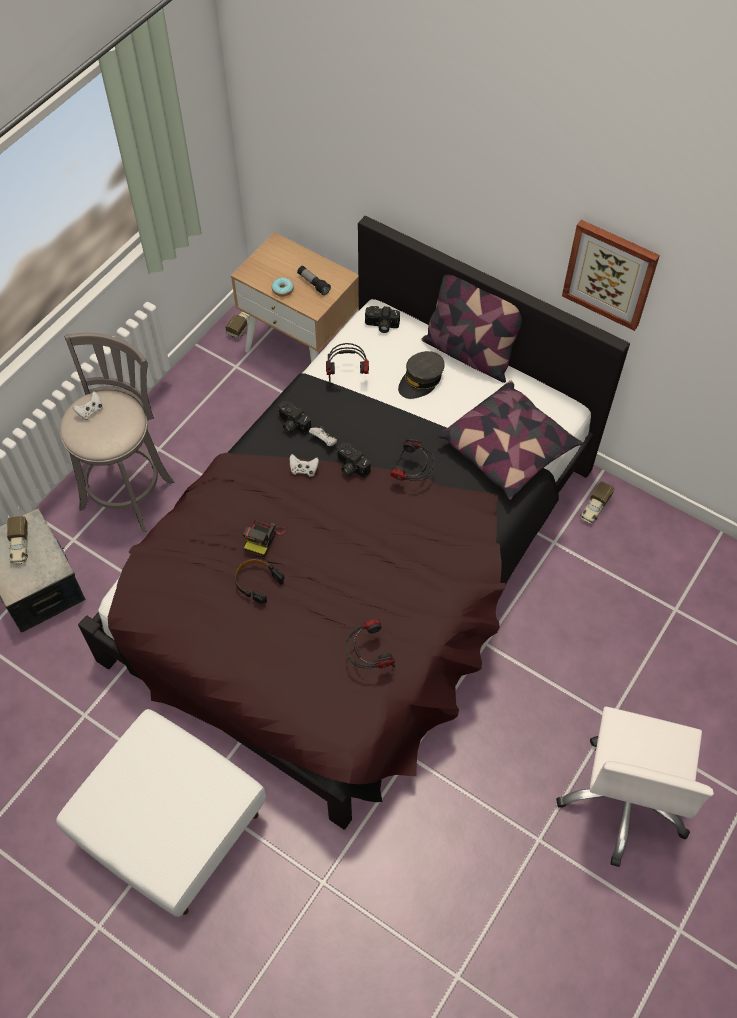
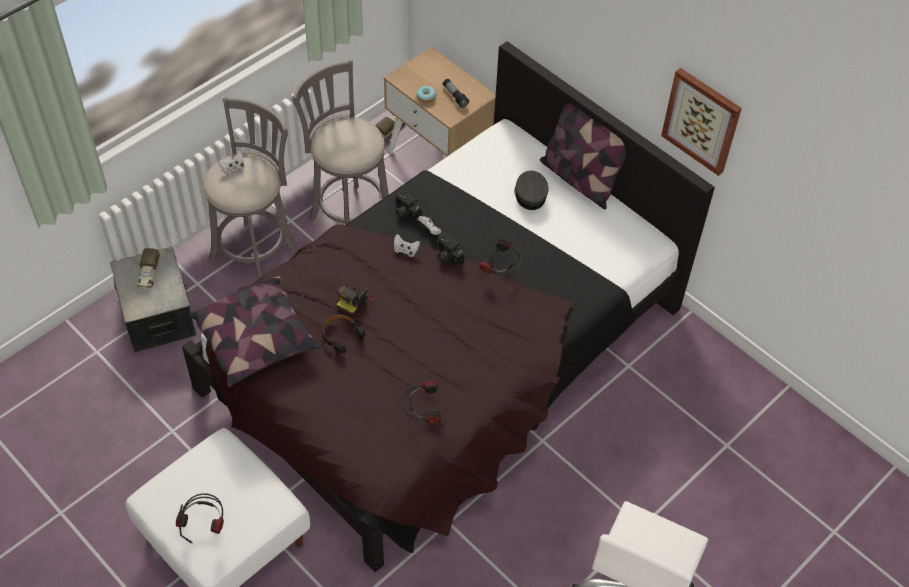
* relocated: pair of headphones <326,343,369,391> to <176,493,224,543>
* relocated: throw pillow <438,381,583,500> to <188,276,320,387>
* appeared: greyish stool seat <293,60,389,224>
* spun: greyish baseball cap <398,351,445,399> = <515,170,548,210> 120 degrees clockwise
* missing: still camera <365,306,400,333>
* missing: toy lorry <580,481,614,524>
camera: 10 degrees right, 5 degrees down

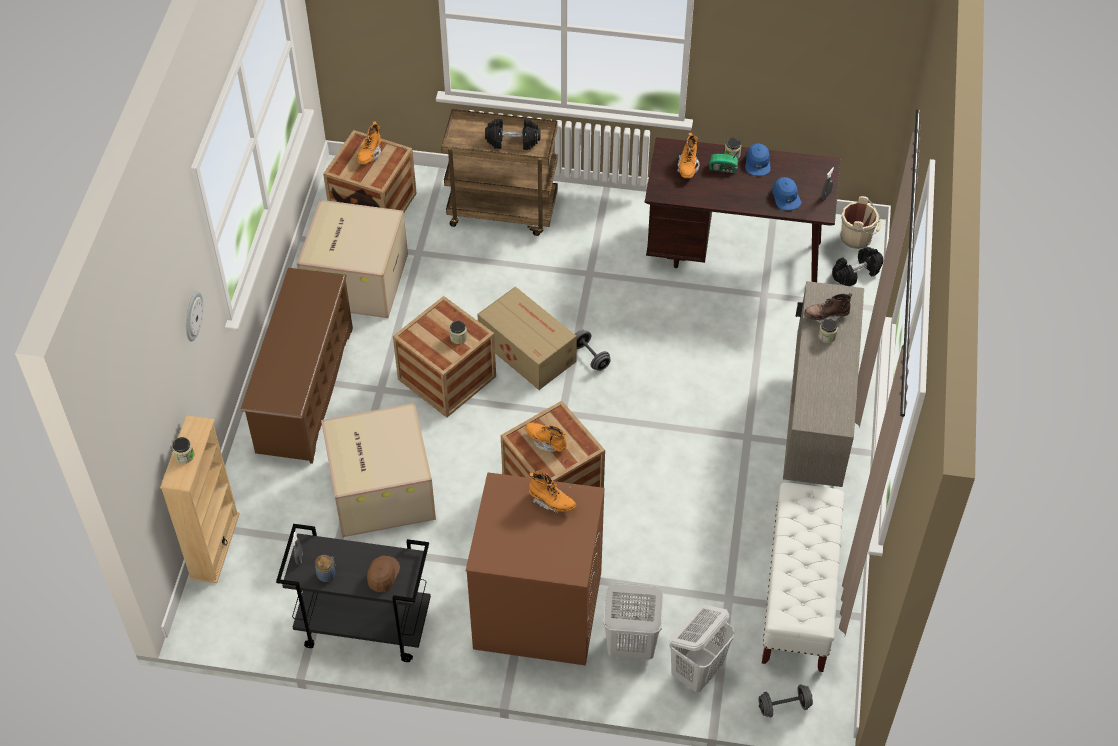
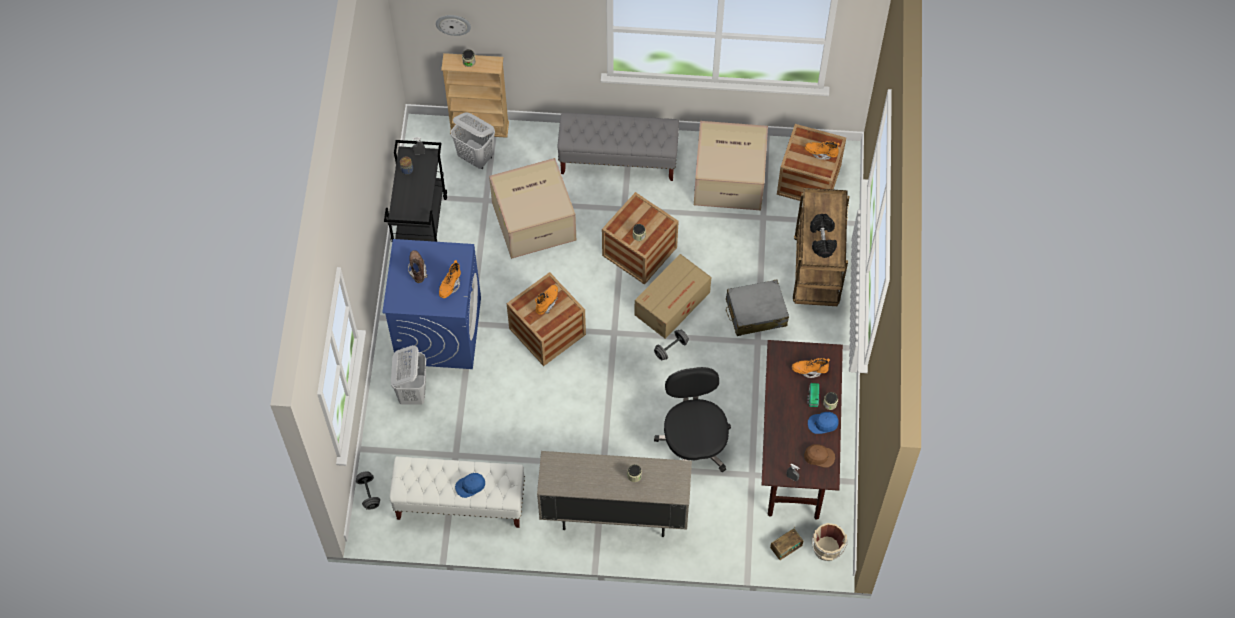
* colour: brown washing machine <466,472,604,666> to blue-coloured washing machine <382,239,481,369>
* relocated: brown tall boot <804,293,853,323> to <408,250,427,283>
* relocated: hanging clock <186,291,203,342> to <436,15,471,36>
* relocated: whitish washing basket <669,605,735,692> to <451,112,495,169>
* relocated: blue-coloured baseball cap <772,177,802,211> to <455,473,485,498>
* exchanged: brown shoe stand <240,268,353,464> to greyish bench <558,112,679,181>
* appeared: black desk chair <654,367,731,472>
* appeared: greyish piece of luggage <726,279,789,336>
* exchanged: black dumbbell <832,247,883,286> to radio <770,526,803,560>
* relocated: brown baseball cap <367,556,400,592> to <804,444,835,468>
camera: 85 degrees right, 10 degrees up

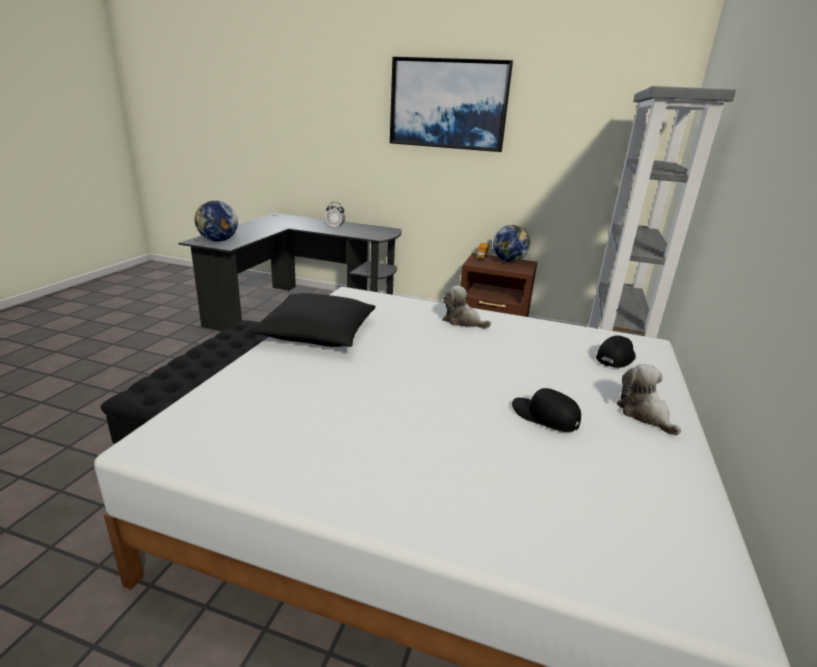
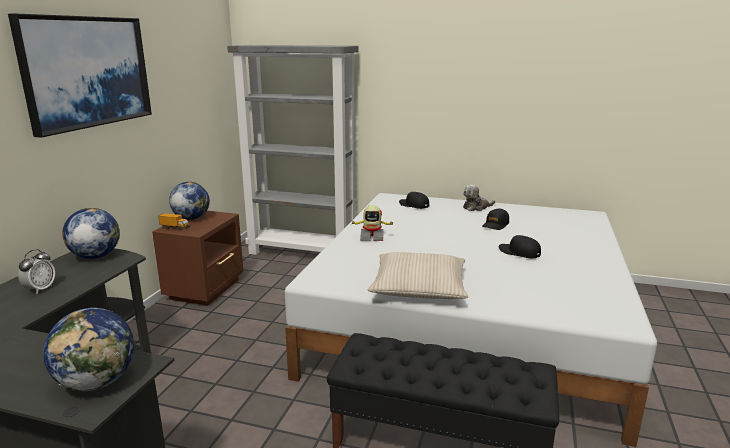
* appeared: desk globe <62,208,120,259>
* exchanged: plush toy <442,285,491,328> to robot figure <351,205,395,241>
* colour: black throw pillow <249,293,376,347> to beige-coloured throw pillow <368,252,469,299>
* appeared: black baseball cap <499,235,541,258>
camera: 90 degrees left, 5 degrees down

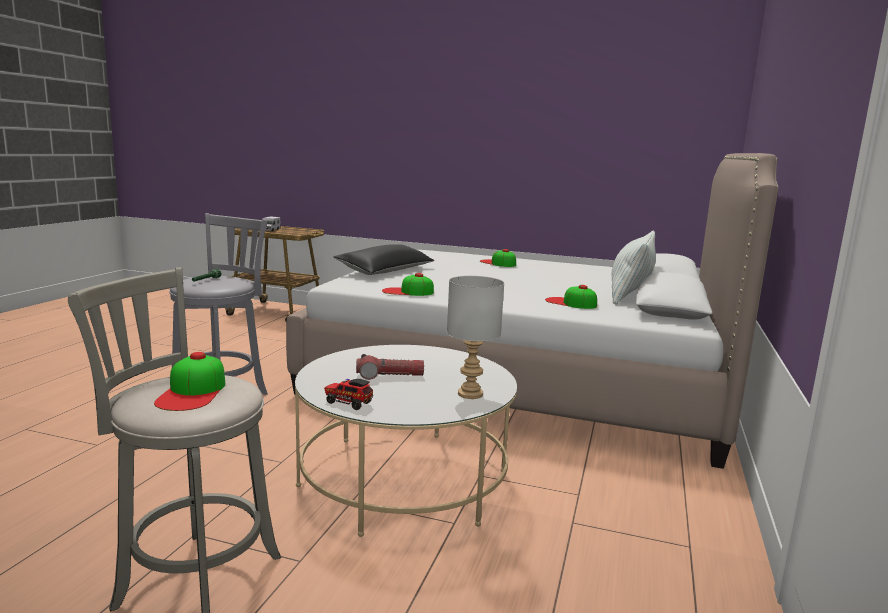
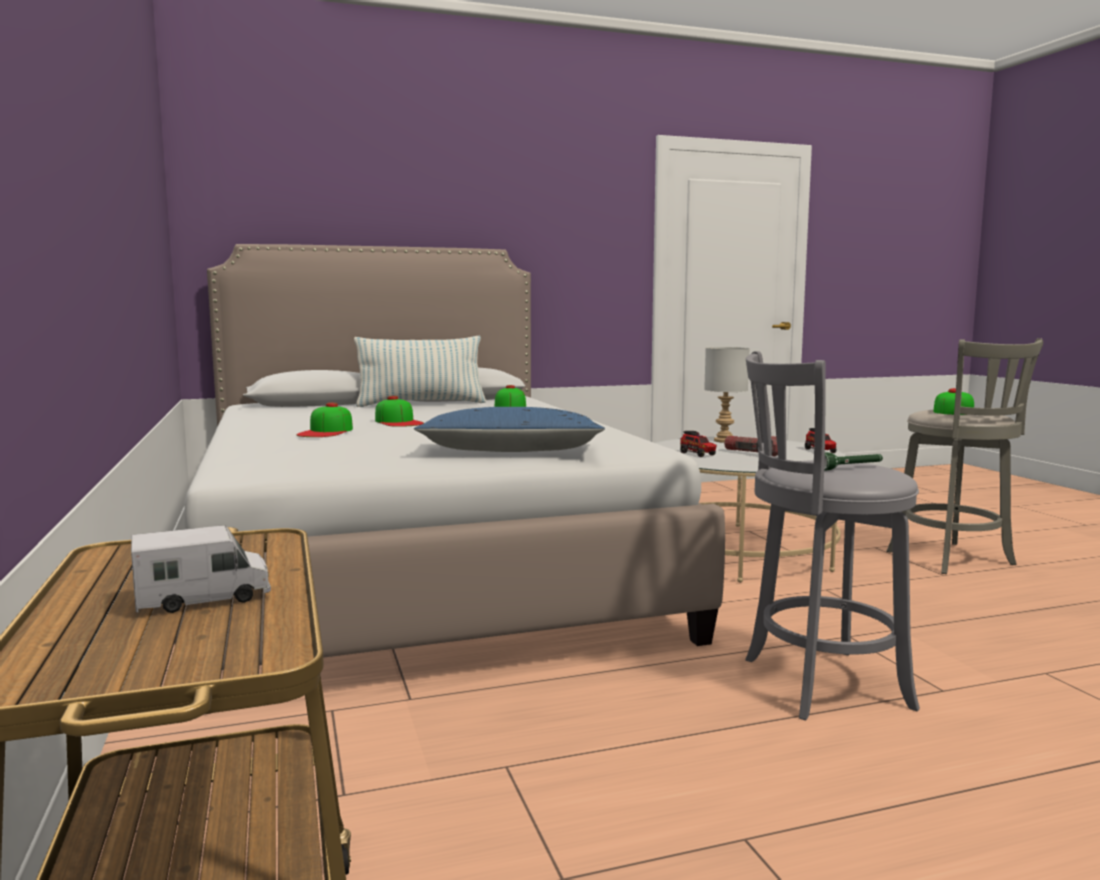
* relocated: baseball cap <382,273,434,296> to <375,396,424,427>
* colour: black throw pillow <333,244,434,275> to blue-coloured throw pillow <414,407,605,452>
* appeared: toy lorry <680,431,717,457>
camera: 125 degrees left, 5 degrees down

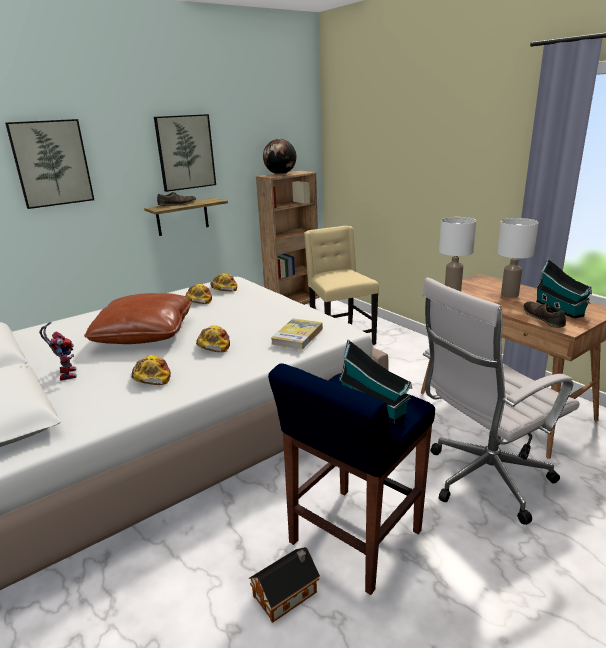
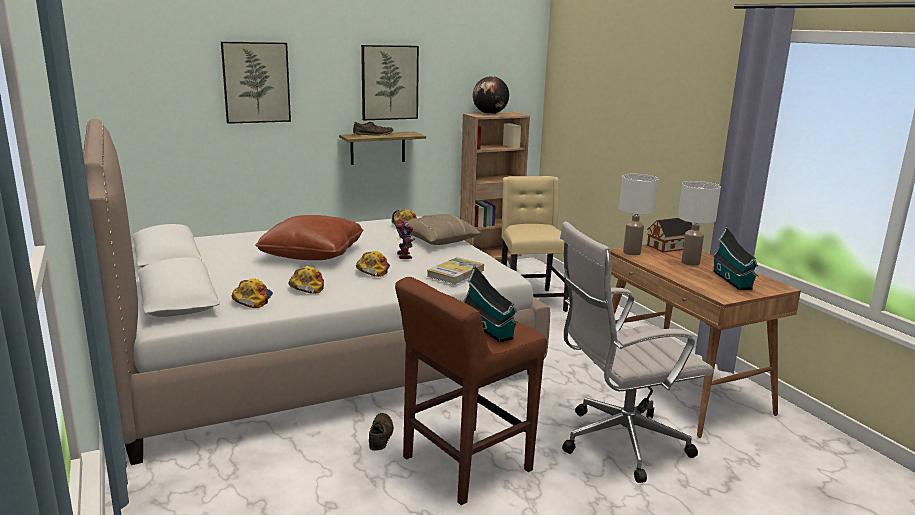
* relocated: baseball cap <185,284,212,304> to <232,278,273,308>
* relocated: brown item of footwear <523,302,566,328> to <369,413,394,451>
* relocated: robot figure <39,322,76,381> to <392,210,415,259>
* colour: blue-coloured stool seat <268,363,435,595> to brown stool seat <395,277,547,505>
* appeared: beige-coloured throw pillow <407,214,481,245>
* relocated: toy house <249,547,320,623> to <647,218,692,253>
camera: 10 degrees right, 5 degrees down

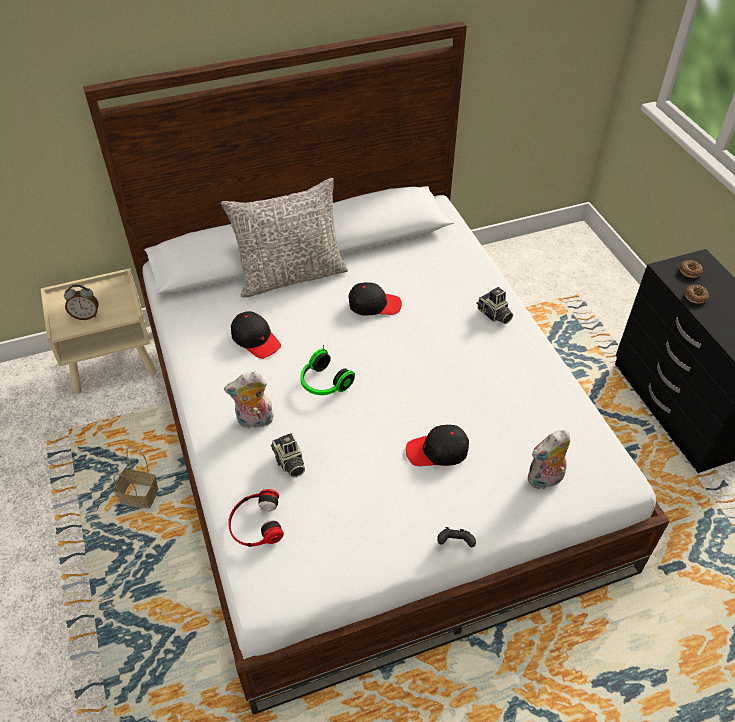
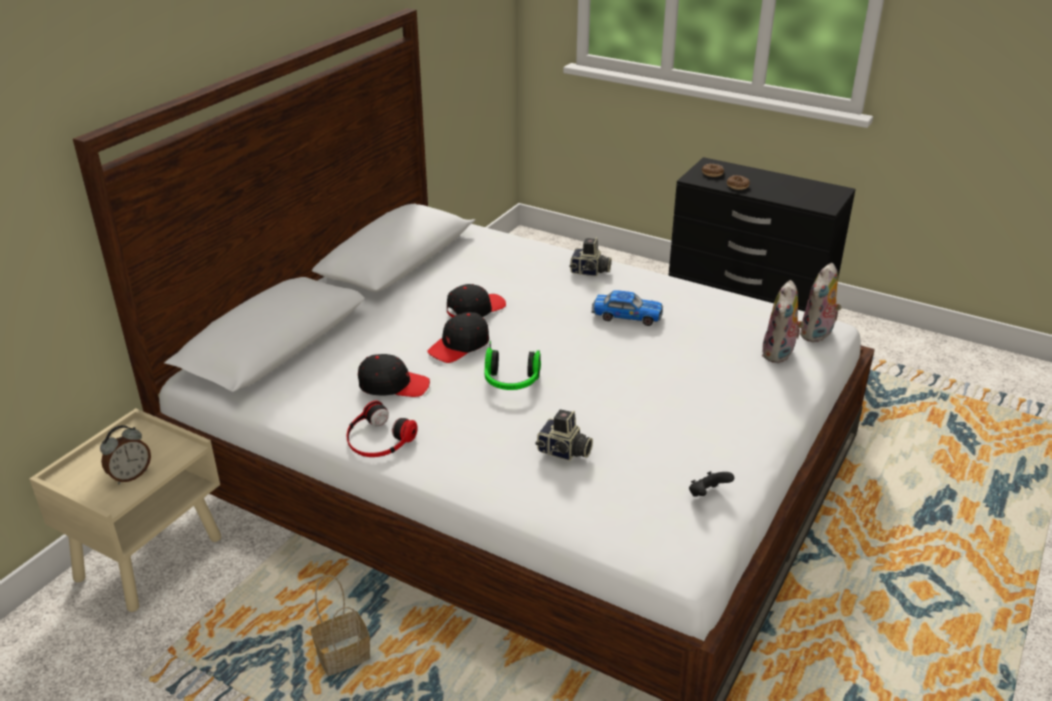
* relocated: pair of headphones <228,489,284,547> to <347,401,418,457>
* relocated: black baseball cap <406,425,469,466> to <427,312,489,363>
* appeared: model car <592,290,663,326>
* relocated: black joypad <437,527,476,547> to <689,471,734,497>
* relocated: plush toy <224,372,274,430> to <799,263,842,343>
* missing: greyish throw pillow <221,178,348,298>
camera: 40 degrees left, 15 degrees down

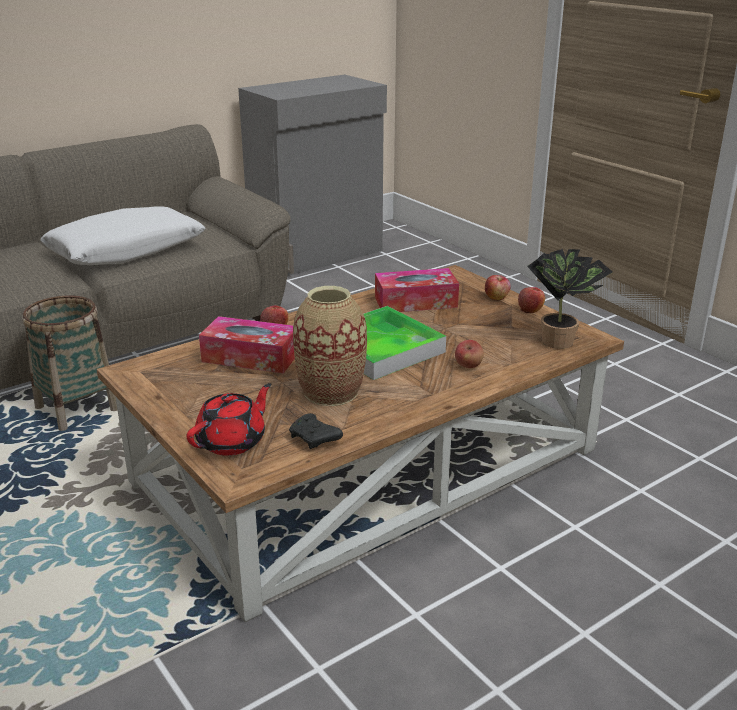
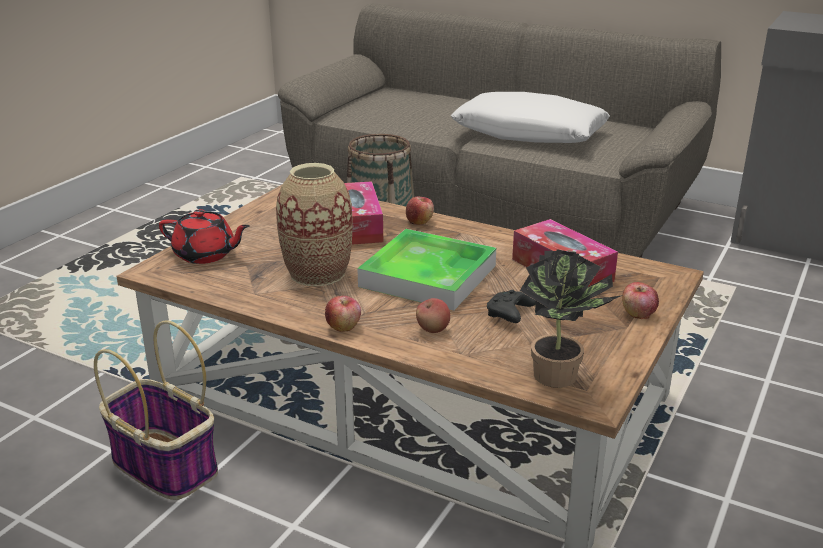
* appeared: household basket <94,320,218,500>
* relocated: whole apple <518,287,545,313> to <325,296,361,332>
* relocated: black joypad <289,413,343,449> to <487,290,536,323>
camera: 65 degrees right, 0 degrees up

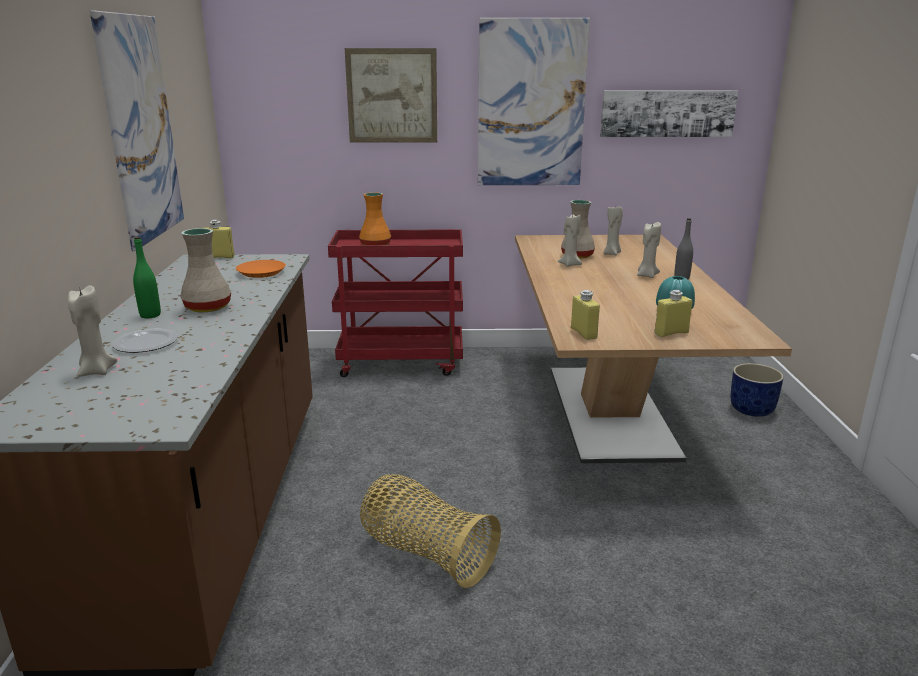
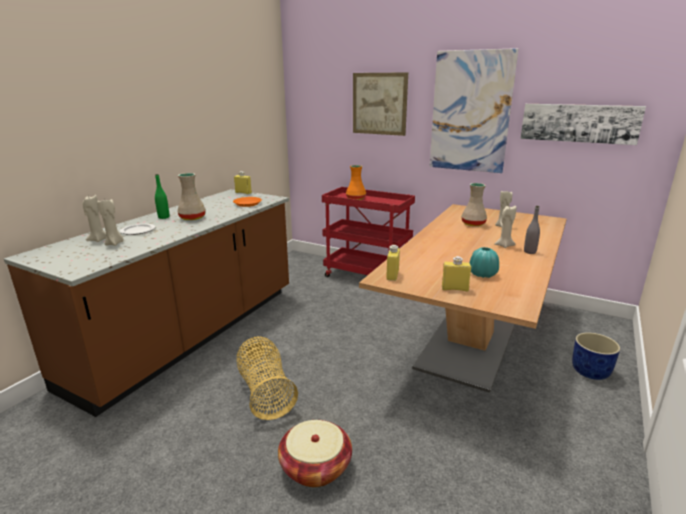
* relocated: beige-coloured candle <558,214,582,267> to <97,198,124,246>
* appeared: household basket <278,420,352,487>
* missing: picture <90,10,184,251>
camera: 30 degrees right, 0 degrees up

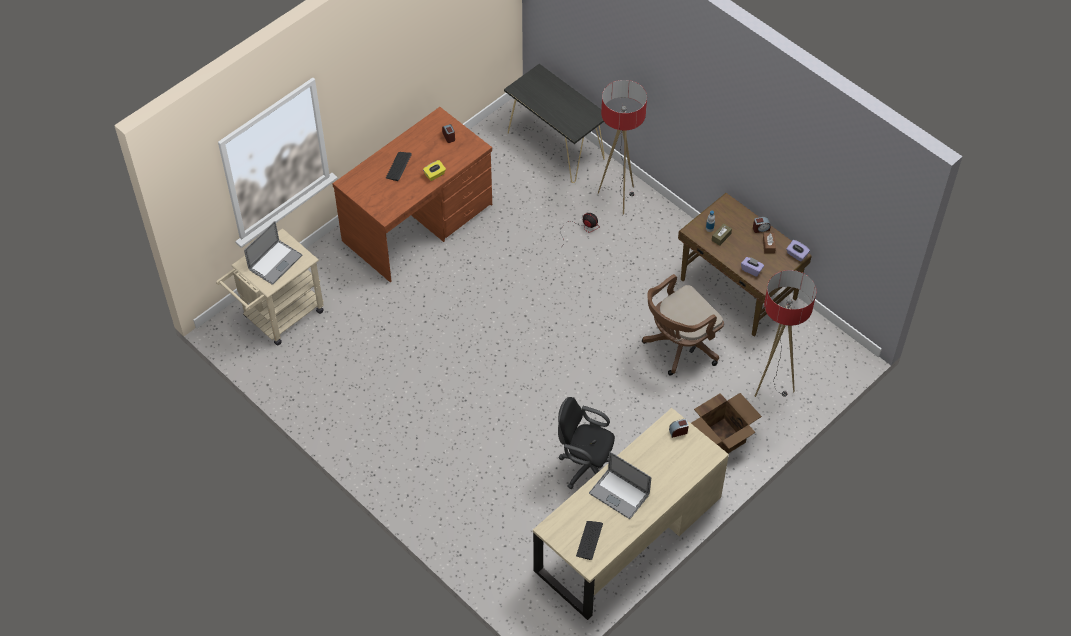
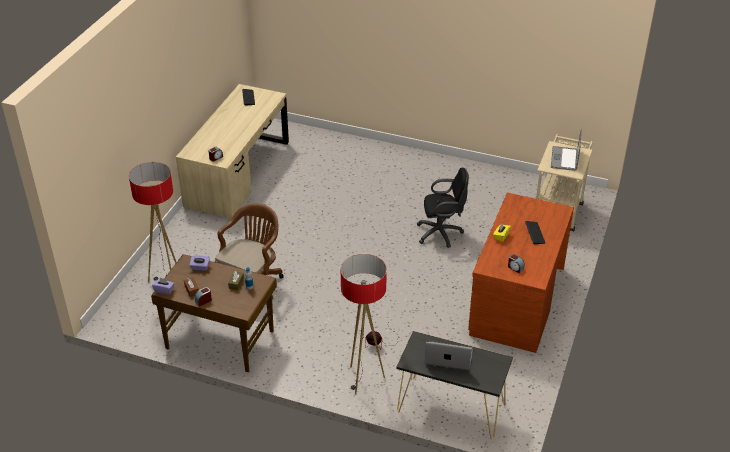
* relocated: black desk chair <558,397,615,489> to <417,168,469,248>
* relocated: laptop <589,452,651,519> to <425,341,473,370>
* missing: packing box <691,393,762,453>
camera: 155 degrees right, 15 degrees down

